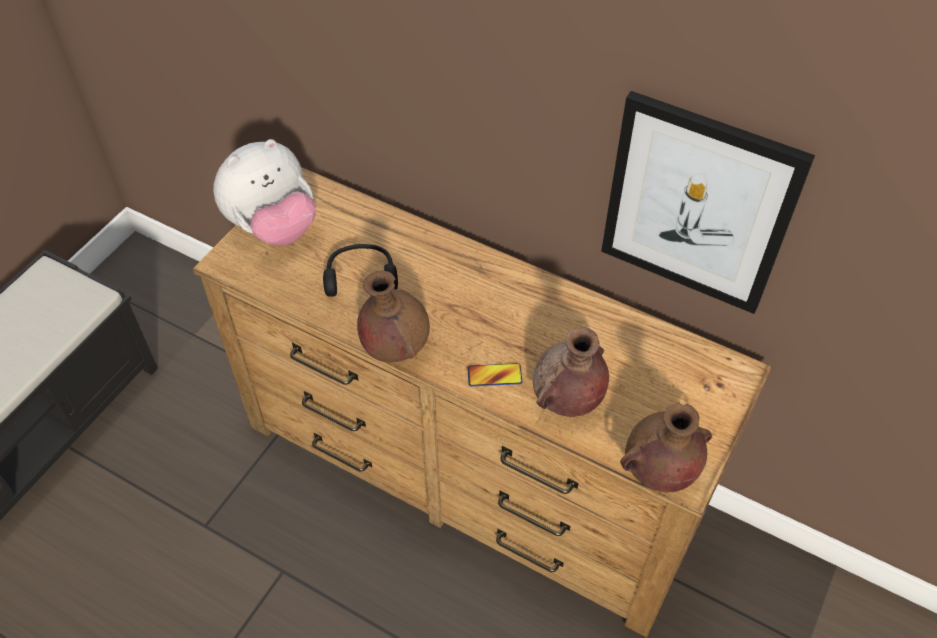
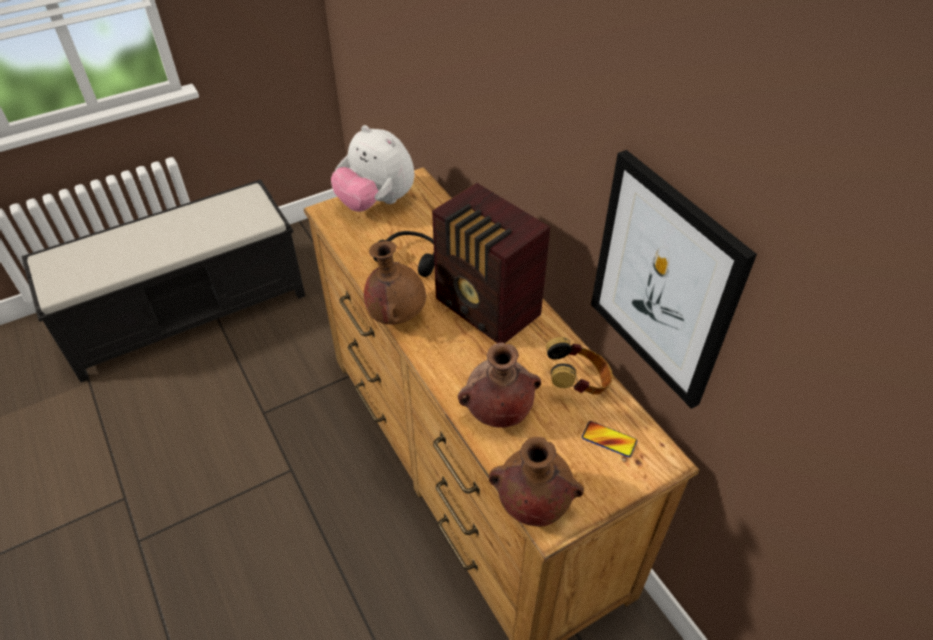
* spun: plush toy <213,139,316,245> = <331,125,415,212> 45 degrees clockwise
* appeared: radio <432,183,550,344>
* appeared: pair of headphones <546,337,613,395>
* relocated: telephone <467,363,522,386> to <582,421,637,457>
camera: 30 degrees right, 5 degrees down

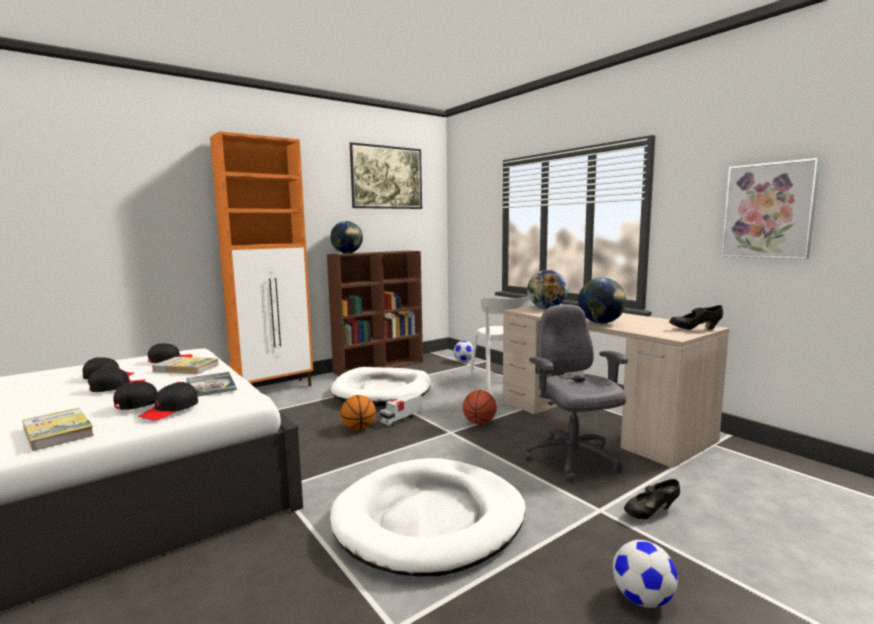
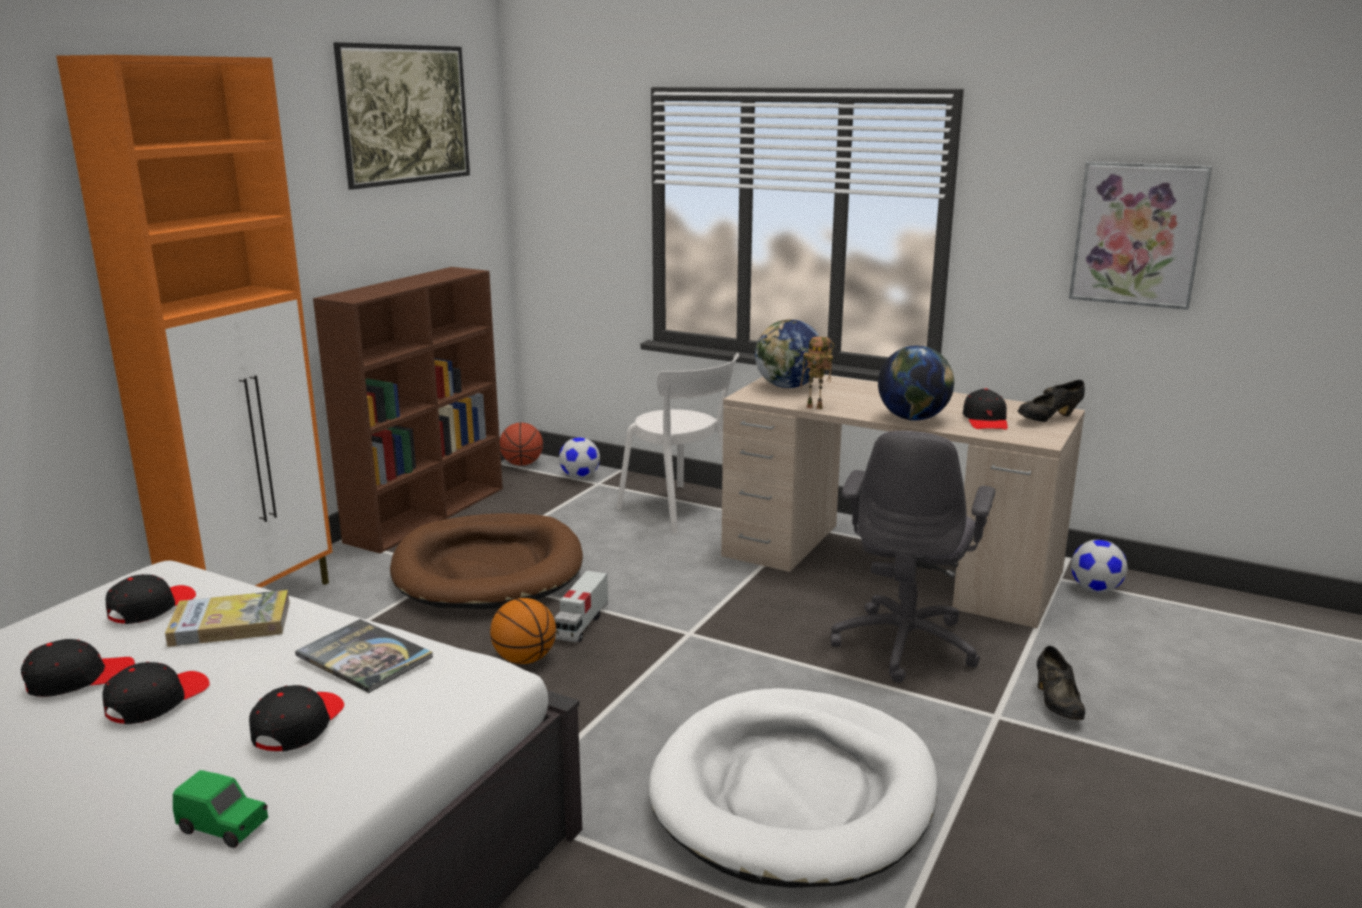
* exchanged: volume <22,408,94,451> to green model car <173,770,268,848>
* colour: whitish pet bed <331,367,431,407> to brown pet bed <390,513,583,609>
* relocated: basketball <463,390,497,425> to <500,422,543,466>
* spun: greyish desk chair <525,304,628,482> = <831,431,995,683> 120 degrees counterclockwise
* relocated: black baseball cap <138,382,198,421> to <963,388,1008,430>
* spun: black item of footwear <624,479,680,519> = <1037,646,1085,720> 45 degrees counterclockwise
* relocated: ball for football <613,540,678,608> to <1071,540,1127,592>
* missing: desk globe <330,221,363,254>
camera: 25 degrees left, 10 degrees up

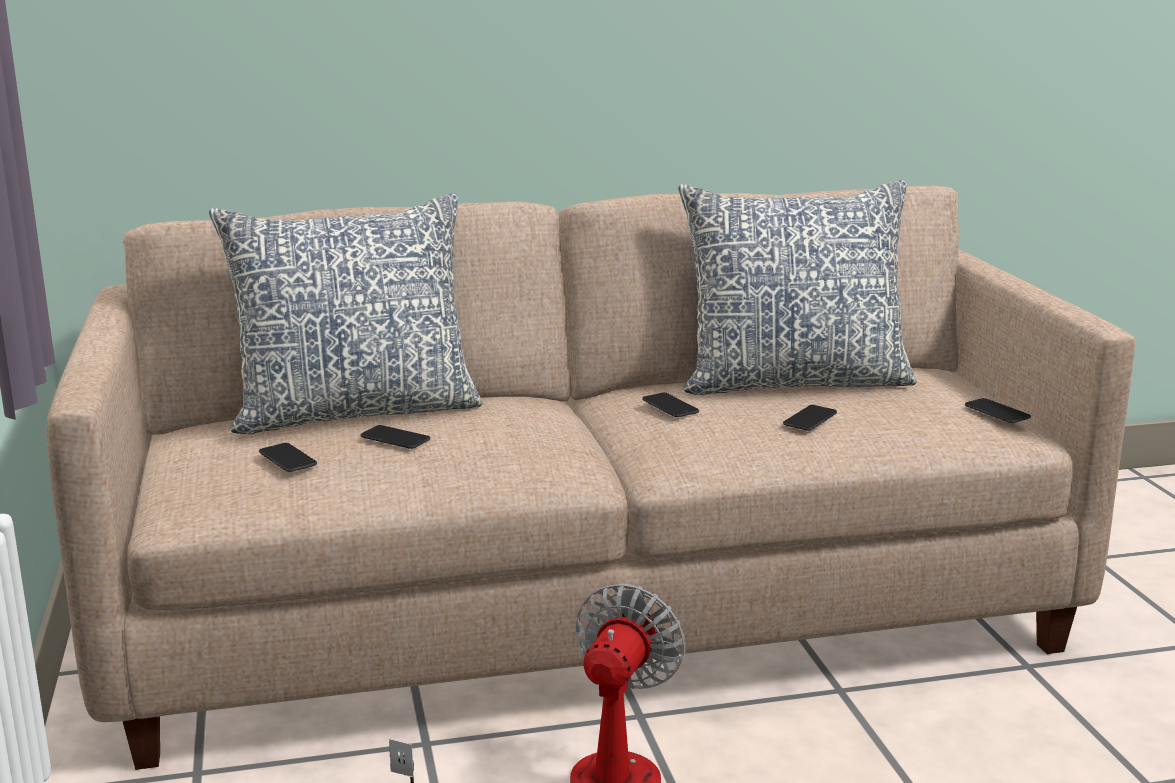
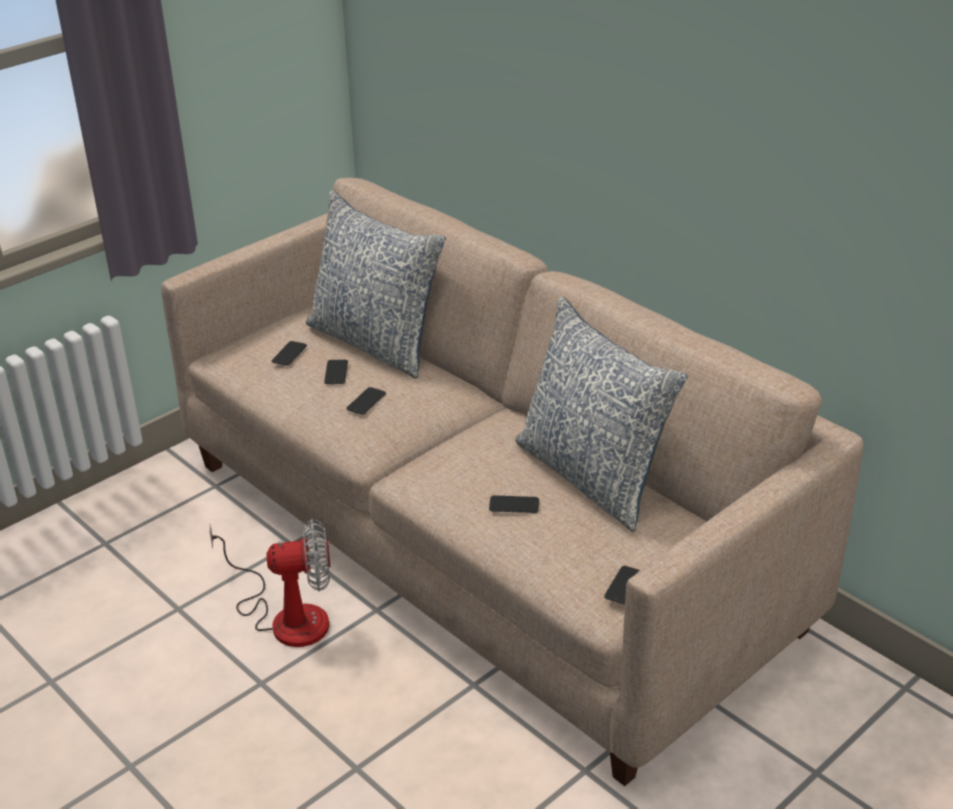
* relocated: telephone <642,393,699,417> to <346,387,386,415>
camera: 60 degrees right, 15 degrees up

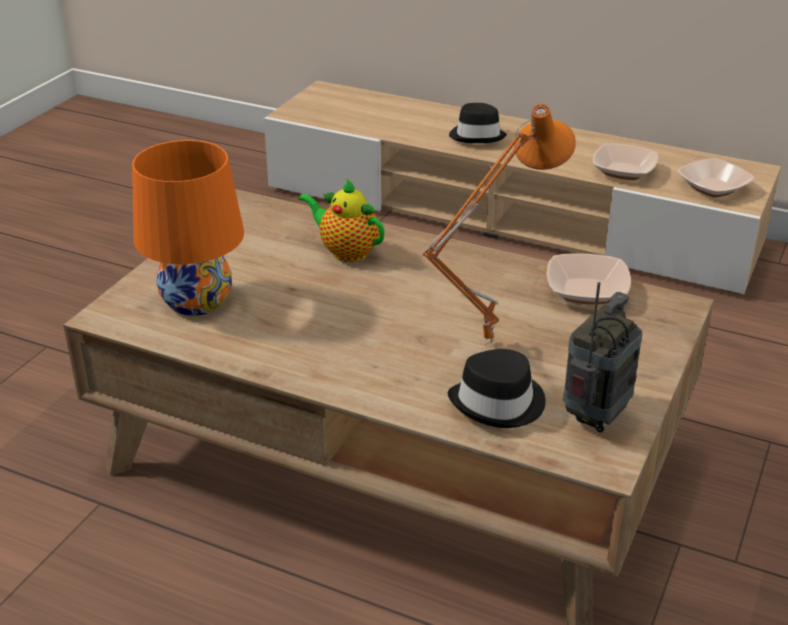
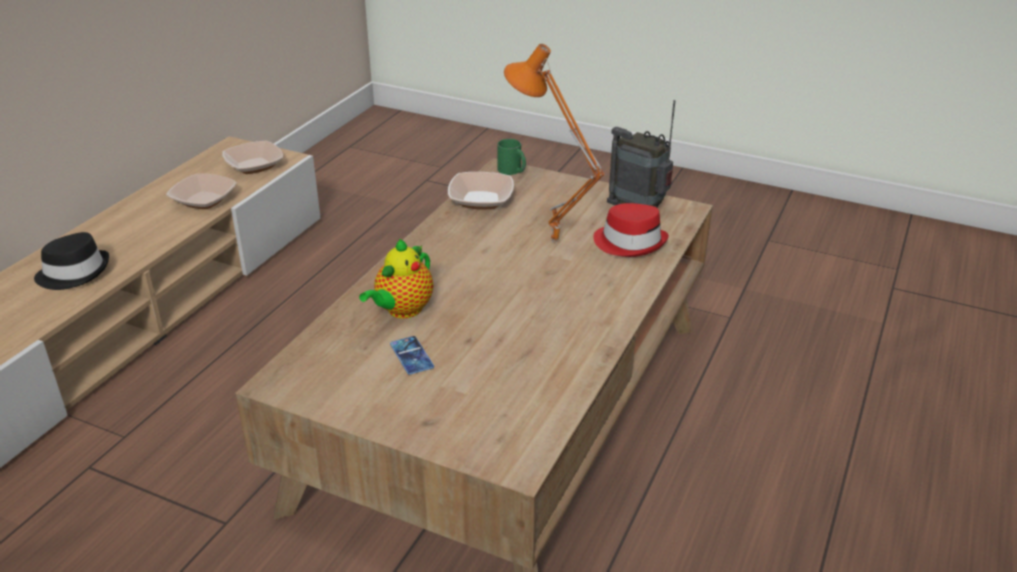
* appeared: telephone <390,336,434,375>
* appeared: green coffee mug <497,139,526,175>
* colour: black wearable hat <448,349,546,428> to reddish wearable hat <593,203,669,257>
* missing: orange table lamp <132,140,244,316>
camera: 90 degrees left, 0 degrees up

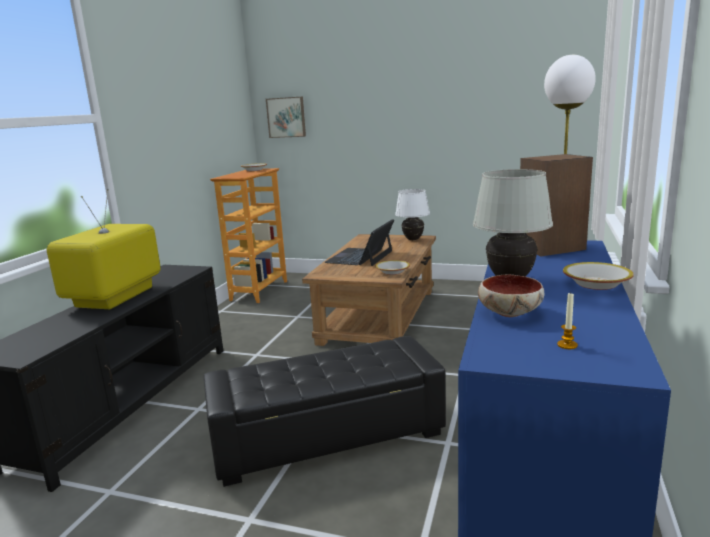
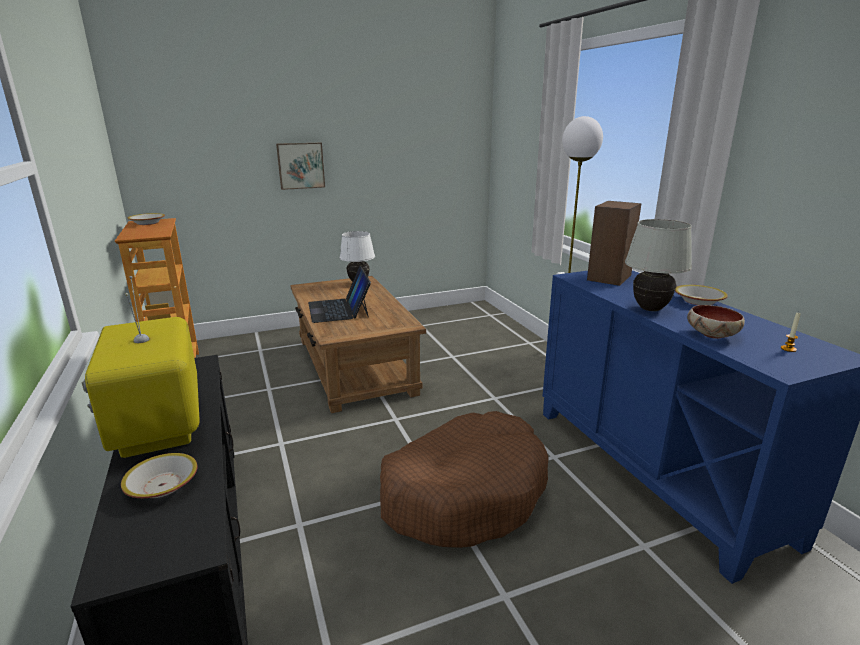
* relocated: bowl <375,260,410,275> to <121,453,198,498>
* relocated: picture <266,97,306,138> to <276,143,325,190>
* exchanged: black ottoman <203,336,446,487> to brown pet bed <380,411,549,548>
camera: 40 degrees left, 5 degrees up

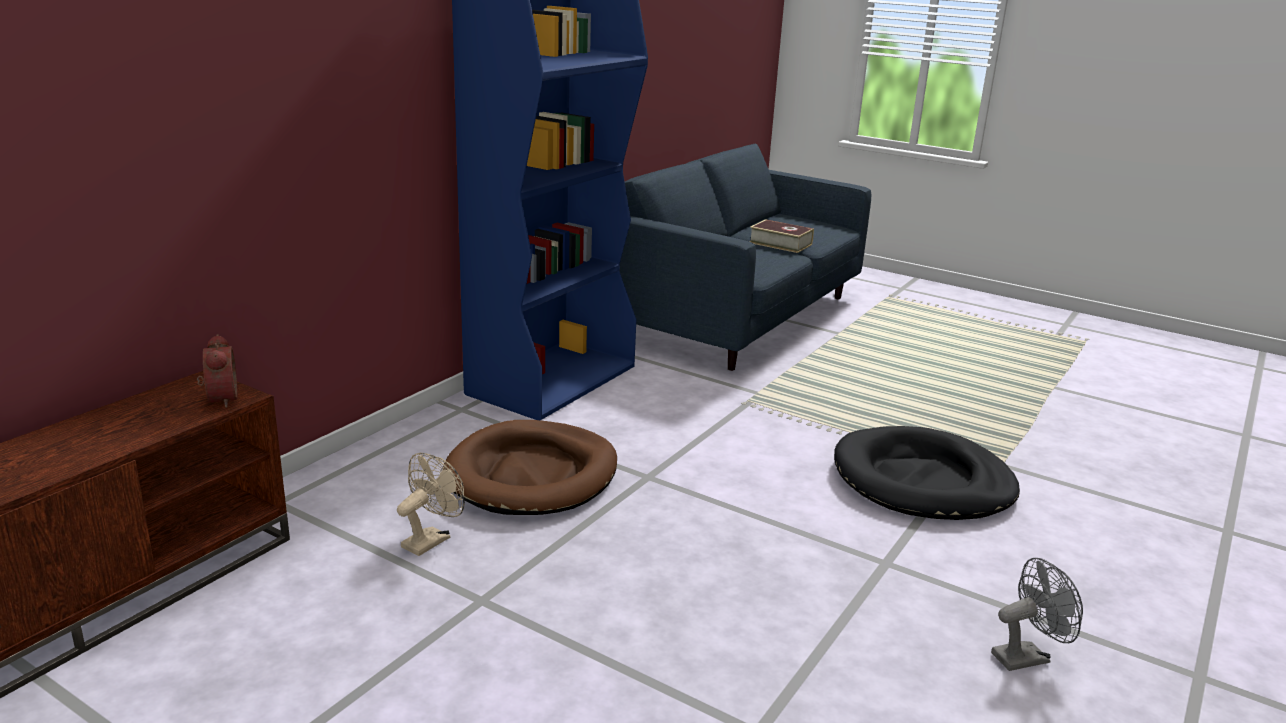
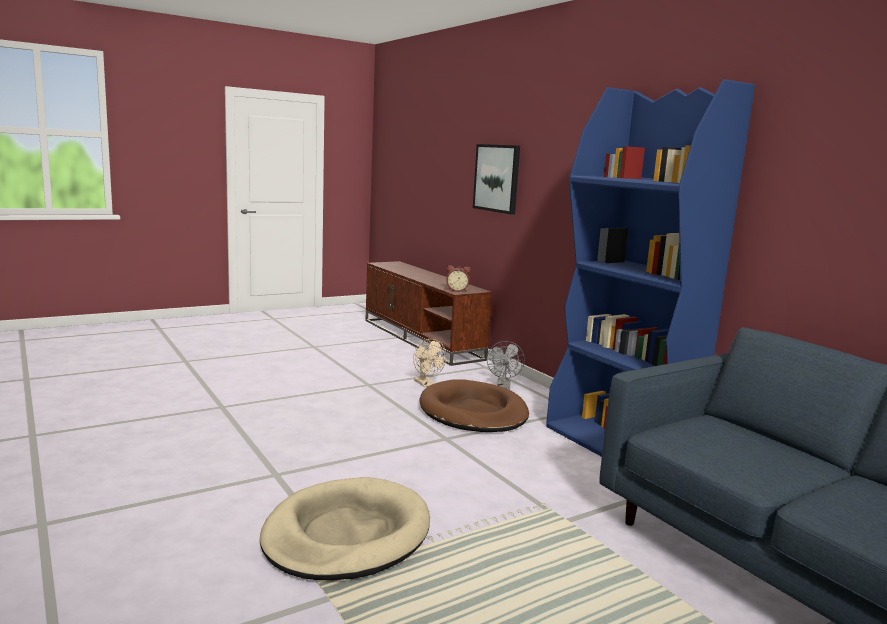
* colour: black pet bed <834,426,1020,520> to beige-coloured pet bed <260,477,430,580>
* appeared: picture <473,144,520,214>
* relocated: greyish electric fan <991,558,1083,671> to <487,341,525,389>
* missing: volume <750,219,814,253>
camera: 115 degrees right, 10 degrees down

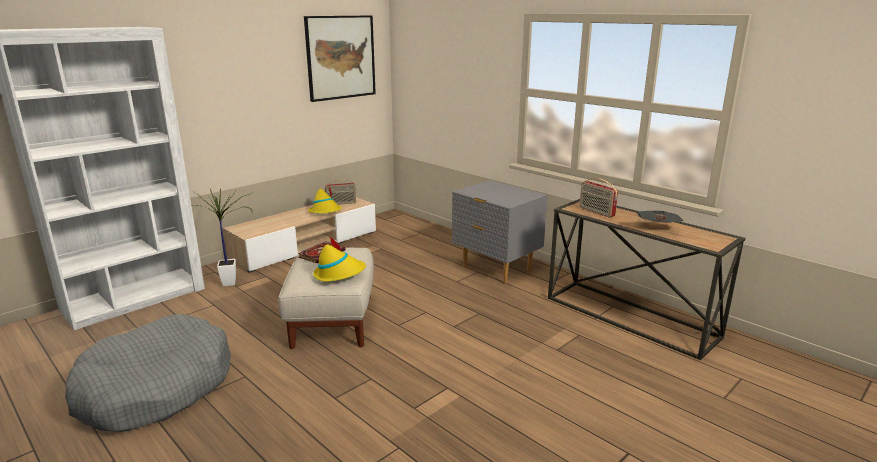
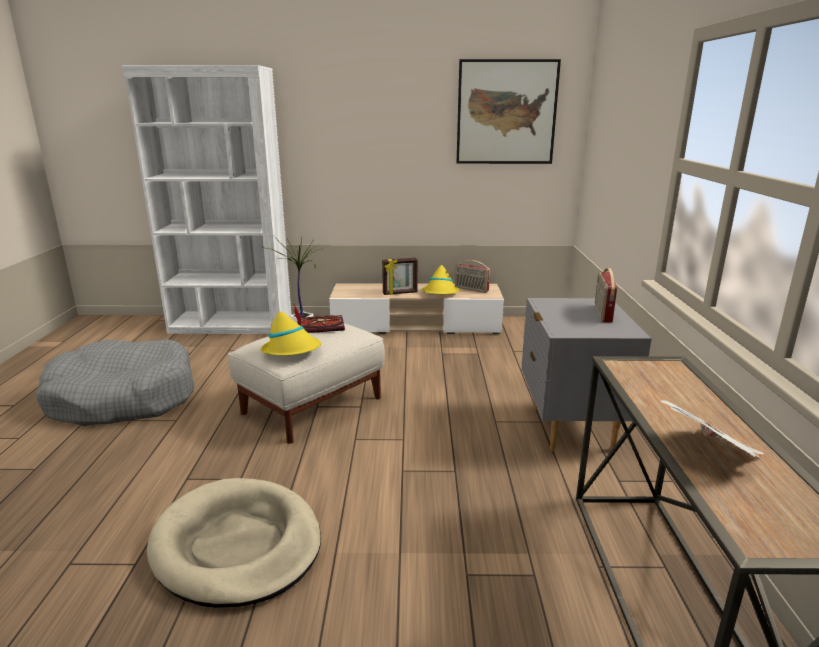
* appeared: beige-coloured pet bed <147,478,321,608>
* appeared: standing frame <382,258,418,295>
* relocated: radio <579,178,618,217> to <595,268,617,323>
camera: 45 degrees right, 0 degrees up

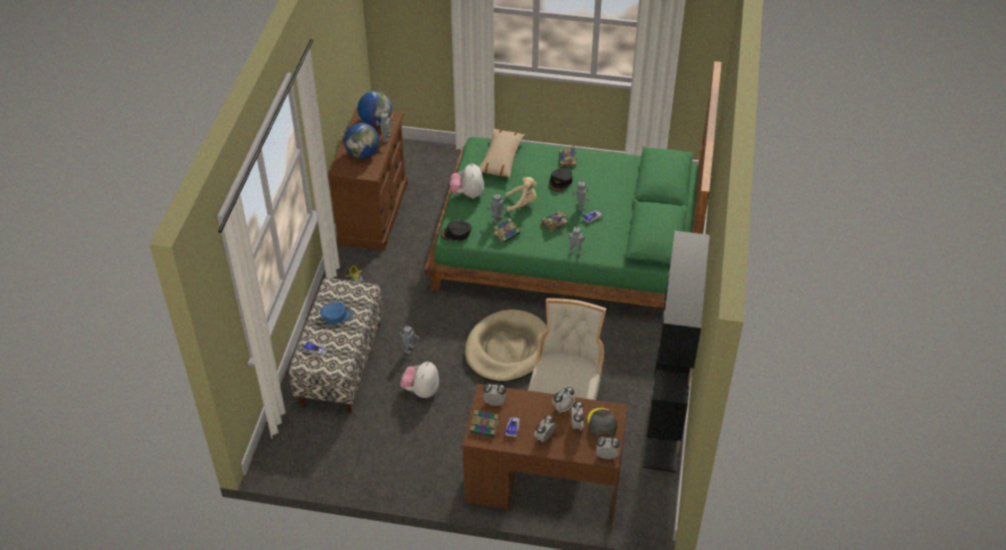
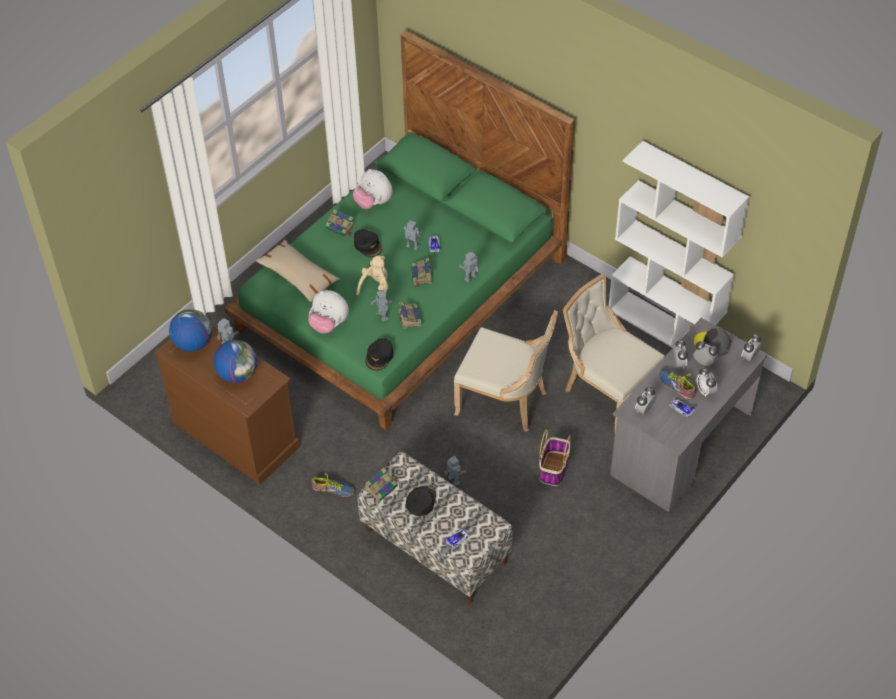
* relocated: plush toy <400,361,439,398> to <353,169,393,209>
* relocated: volume <470,410,501,437> to <364,467,398,501>
* colour: blue-coloured baseball cap <320,302,354,324> to black baseball cap <406,486,436,516>
* exchanged: beige-coloured pet bed <465,309,547,382> to beige-coloured upright chair <454,310,558,432>
* appeared: household basket <539,429,571,486>
* colour: black shelving unit <643,231,710,472> to whitish shelving unit <609,141,749,348>
* colour: brown desk unit <462,384,628,525> to greyish desk unit <610,318,767,512>
* appeared: item of footwear <659,369,696,399>
camera: 60 degrees left, 5 degrees up

